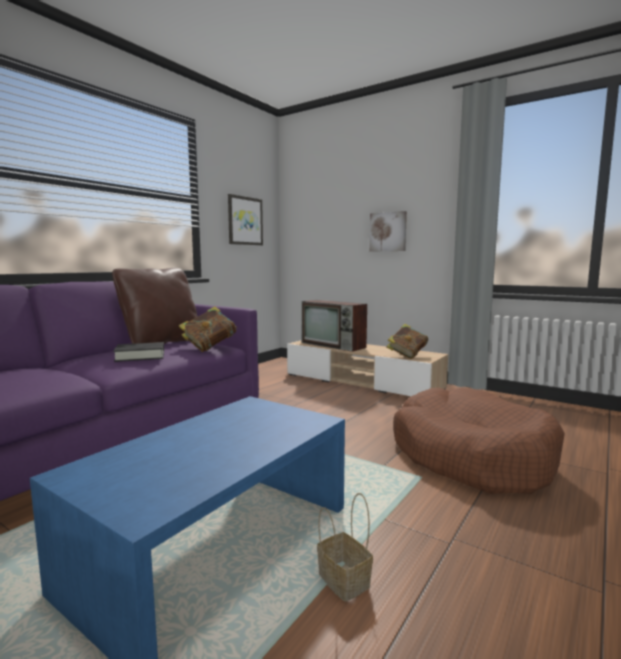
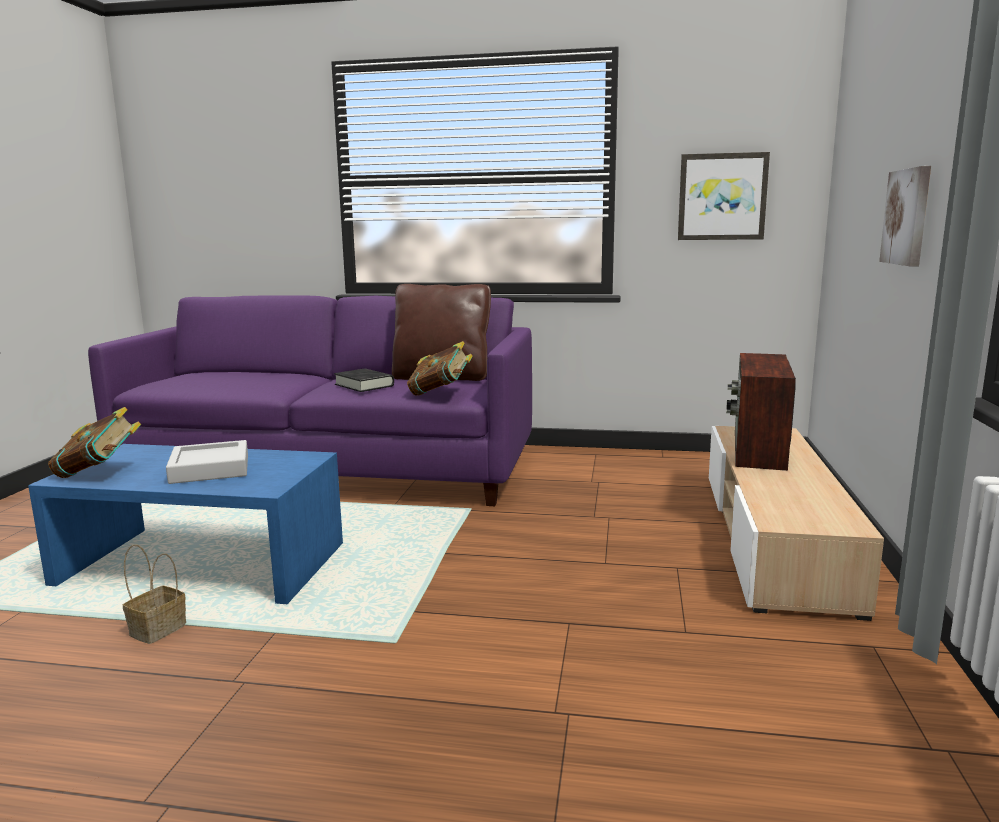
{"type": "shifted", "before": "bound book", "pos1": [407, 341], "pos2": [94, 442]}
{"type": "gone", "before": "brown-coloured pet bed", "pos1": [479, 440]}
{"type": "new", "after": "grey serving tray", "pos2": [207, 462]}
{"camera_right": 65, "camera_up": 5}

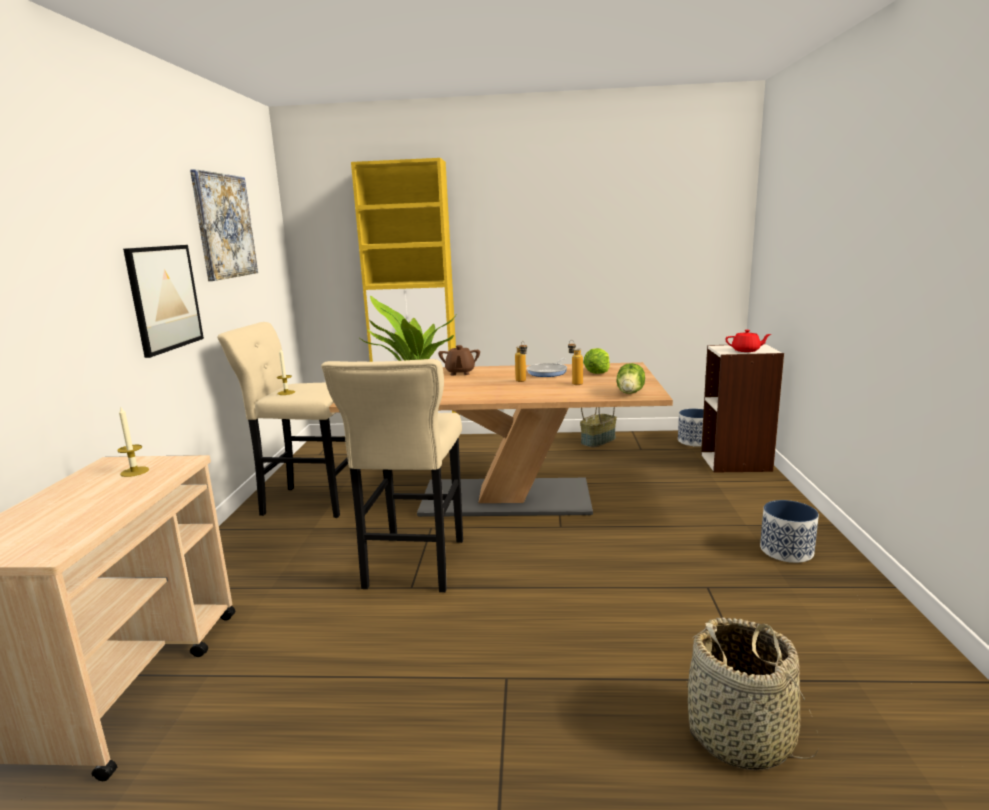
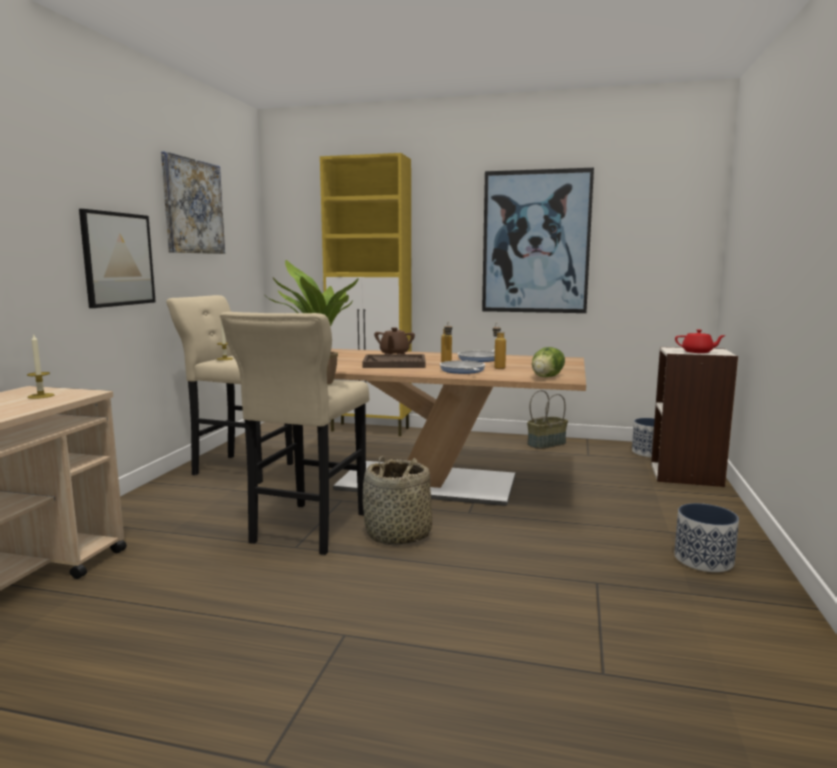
{"type": "gone", "before": "lettuce head", "pos1": [596, 361]}
{"type": "shifted", "before": "household basket", "pos1": [752, 693], "pos2": [397, 500]}
{"type": "new", "after": "picture", "pos2": [538, 240]}
{"type": "new", "after": "brown-coloured serving tray", "pos2": [394, 361]}
{"type": "new", "after": "skillet", "pos2": [462, 367]}
{"camera_right": 10, "camera_up": -5}

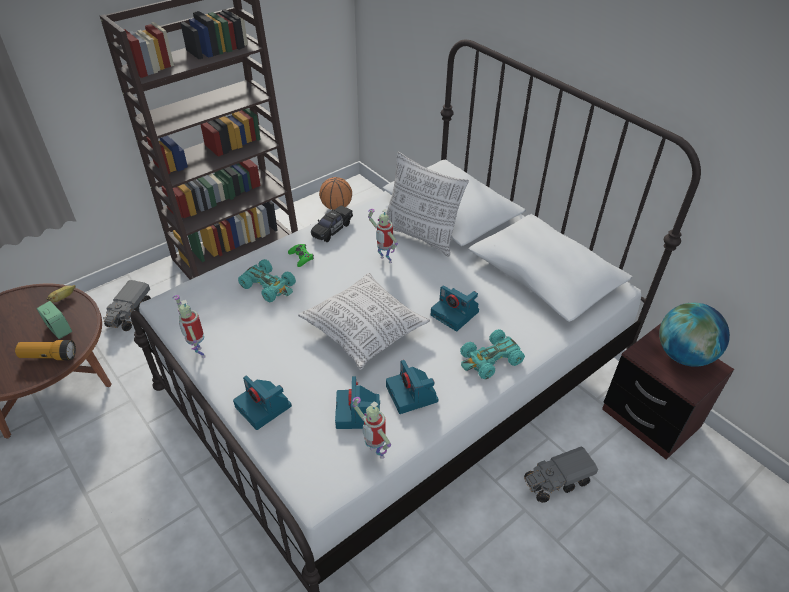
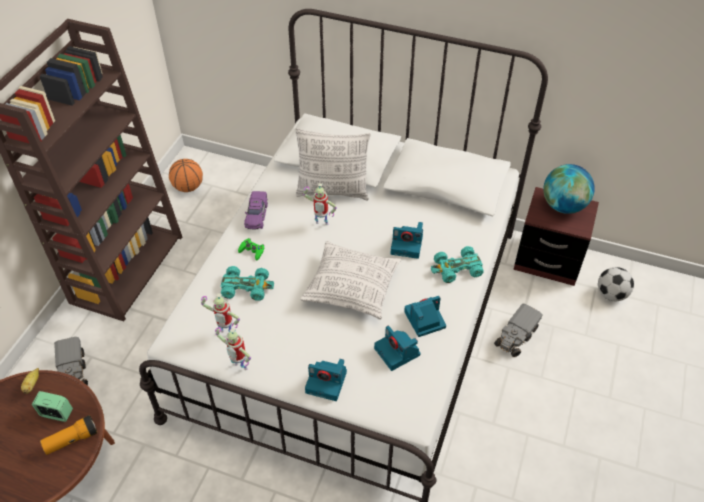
{"type": "repainted", "before": "blackish model car", "after": "purplish model car", "pos1": [332, 224], "pos2": [256, 210]}
{"type": "rotated", "before": "turquoise model car", "pos1": [492, 354], "pos2": [457, 264], "turn": 45}
{"type": "rotated", "before": "photo camera", "pos1": [412, 387], "pos2": [425, 316], "turn": 120}
{"type": "shifted", "before": "robot figure", "pos1": [372, 428], "pos2": [220, 313]}
{"type": "new", "after": "ball for football", "pos2": [616, 284]}
{"camera_right": -30, "camera_up": 5}

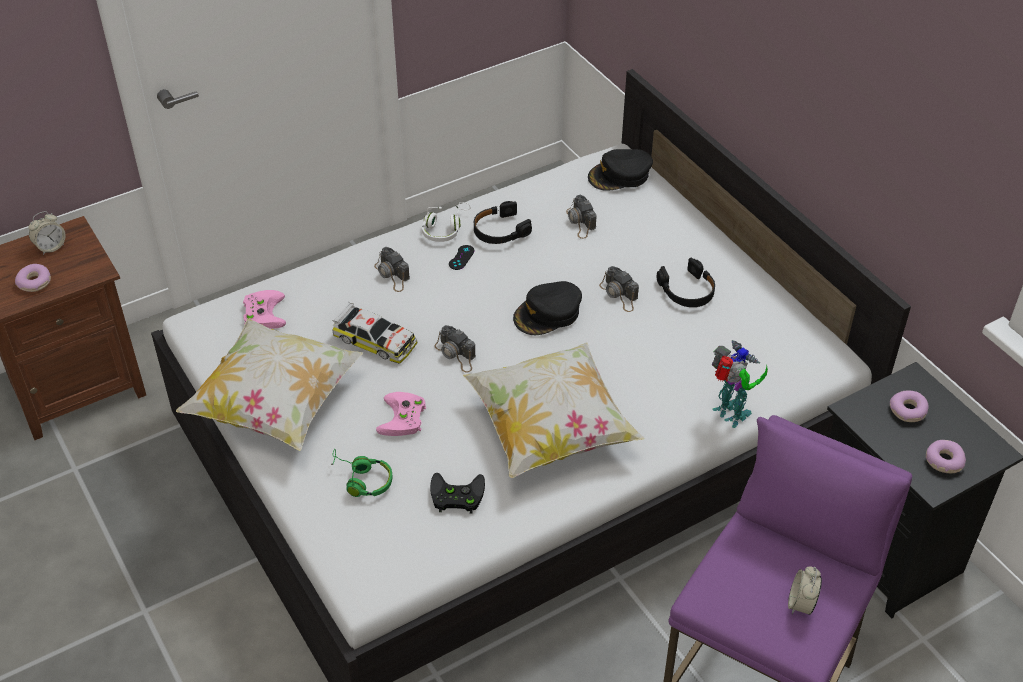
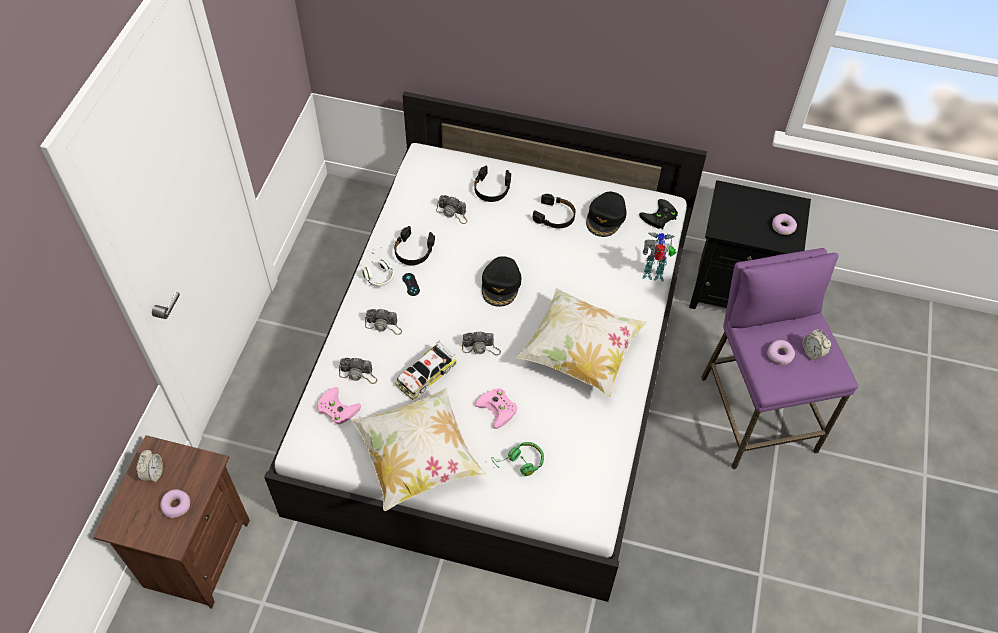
{"type": "shifted", "before": "blackish peaked cap", "pos1": [620, 170], "pos2": [606, 214]}
{"type": "shifted", "before": "photo camera", "pos1": [619, 289], "pos2": [358, 370]}
{"type": "rotated", "before": "model car", "pos1": [374, 333], "pos2": [425, 371], "turn": 150}
{"type": "shifted", "before": "ring doughnut", "pos1": [909, 406], "pos2": [781, 352]}
{"type": "shifted", "before": "blackish joypad", "pos1": [457, 493], "pos2": [658, 214]}
{"type": "new", "after": "blackish headphones", "pos2": [492, 184]}
{"camera_right": -45, "camera_up": 10}

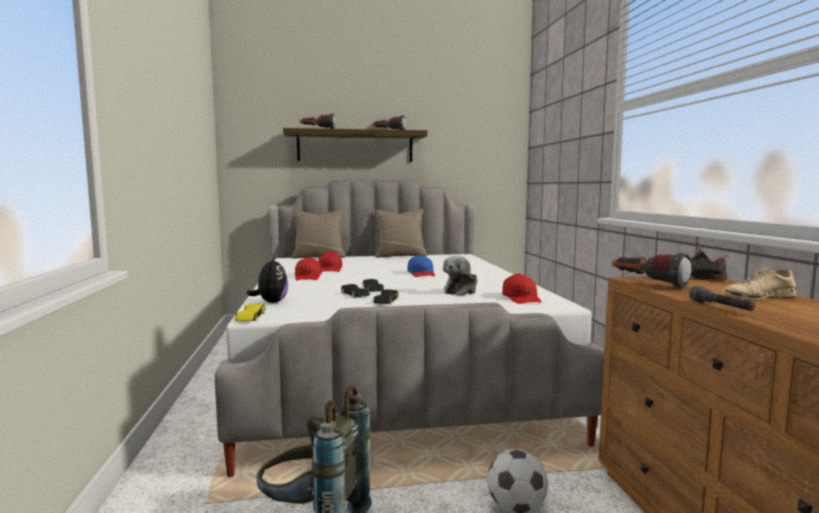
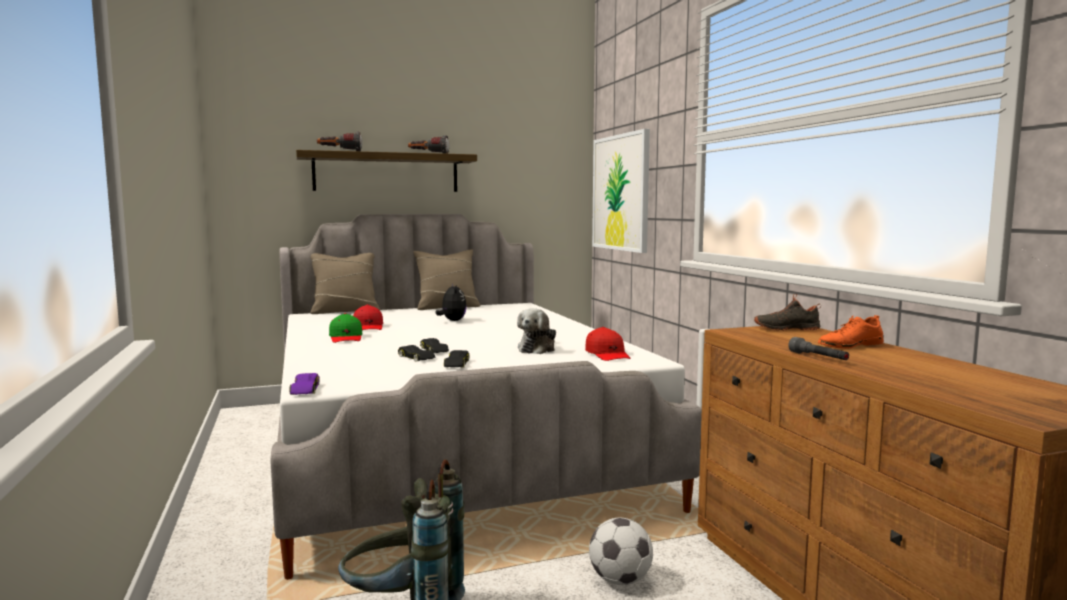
{"type": "gone", "before": "flashlight", "pos1": [652, 270]}
{"type": "gone", "before": "blue peaked cap", "pos1": [421, 266]}
{"type": "shifted", "before": "cuddly toy", "pos1": [267, 280], "pos2": [451, 302]}
{"type": "repainted", "before": "red peaked cap", "after": "greenish peaked cap", "pos1": [308, 268], "pos2": [345, 328]}
{"type": "repainted", "before": "sand-coloured item of footwear", "after": "orange-coloured item of footwear", "pos1": [759, 283], "pos2": [851, 332]}
{"type": "repainted", "before": "yellow-coloured model car", "after": "purplish model car", "pos1": [250, 312], "pos2": [305, 384]}
{"type": "new", "after": "picture", "pos2": [621, 191]}
{"camera_right": -10, "camera_up": 0}

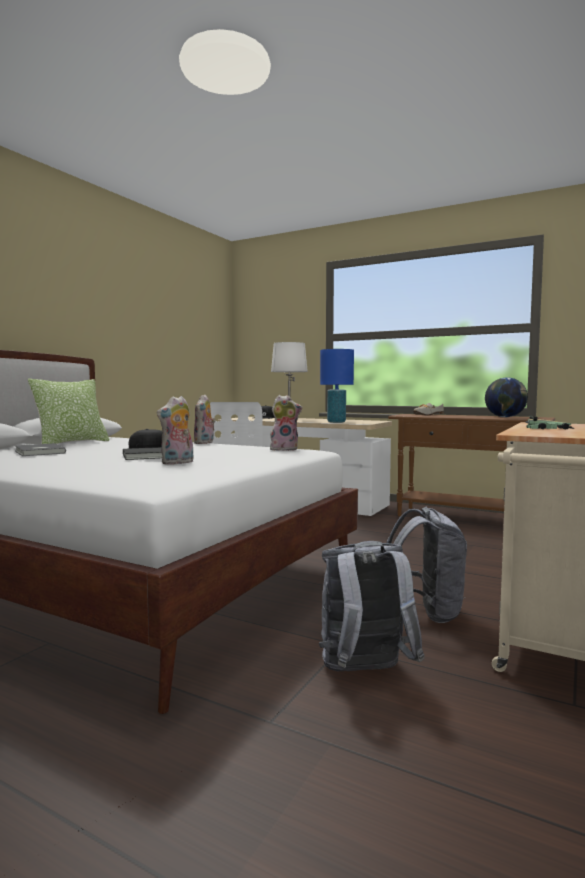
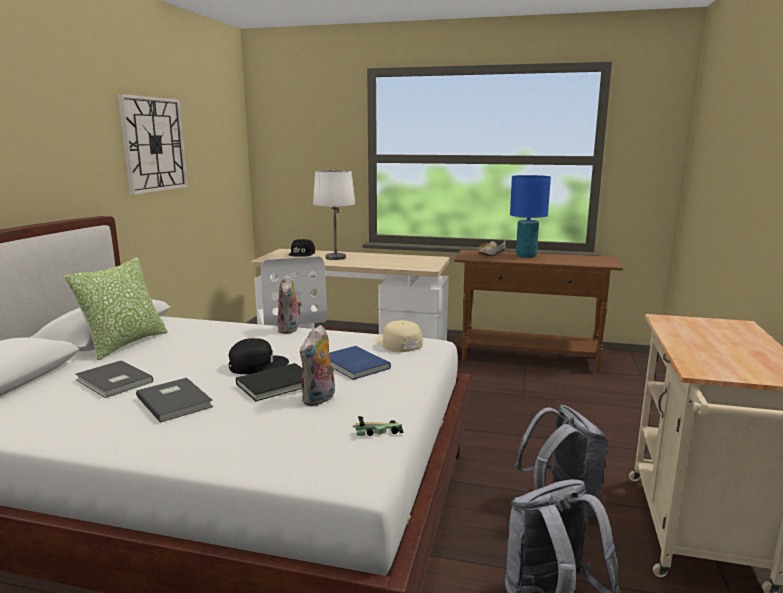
{"type": "shifted", "before": "blue tabletop lamp", "pos1": [337, 386], "pos2": [530, 216]}
{"type": "gone", "before": "globe", "pos1": [506, 397]}
{"type": "swapped", "before": "cuddly toy", "after": "sand-coloured peaked cap", "pos1": [286, 423], "pos2": [399, 336]}
{"type": "shifted", "before": "model car", "pos1": [550, 422], "pos2": [378, 426]}
{"type": "new", "after": "clock on the wall", "pos2": [153, 144]}
{"type": "new", "after": "blue bound book", "pos2": [360, 363]}
{"type": "new", "after": "grey bound book", "pos2": [174, 400]}
{"camera_right": -15, "camera_up": 10}

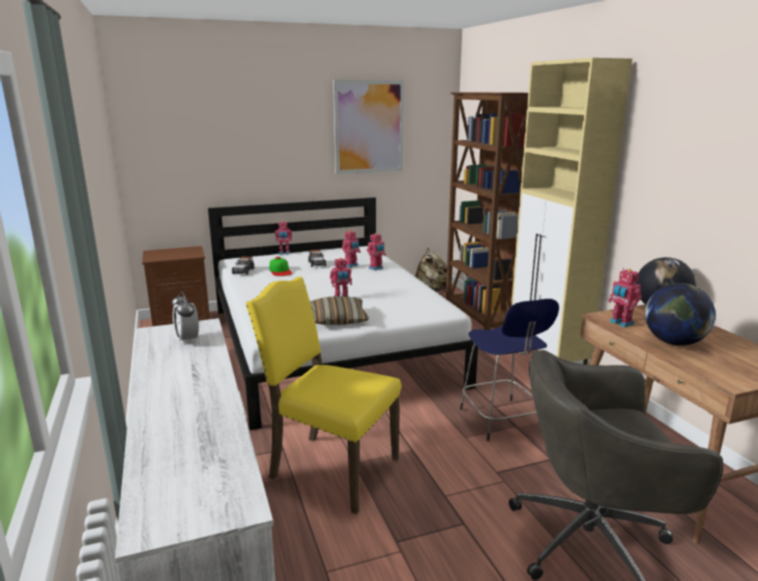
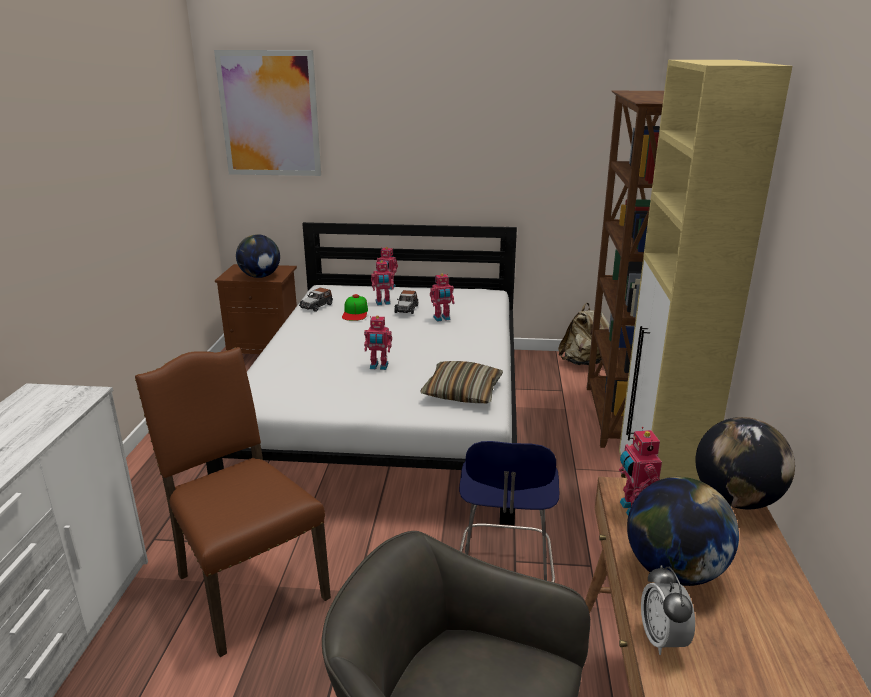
{"type": "shifted", "before": "picture", "pos1": [368, 127], "pos2": [267, 113]}
{"type": "shifted", "before": "robot figure", "pos1": [376, 252], "pos2": [382, 283]}
{"type": "repainted", "before": "yellow-coloured chair", "after": "brown-coloured chair", "pos1": [323, 395], "pos2": [233, 502]}
{"type": "shifted", "before": "bedside clock", "pos1": [185, 318], "pos2": [668, 610]}
{"type": "shifted", "before": "cushion", "pos1": [339, 310], "pos2": [461, 382]}
{"type": "new", "after": "globe", "pos2": [258, 256]}
{"camera_right": 25, "camera_up": 5}

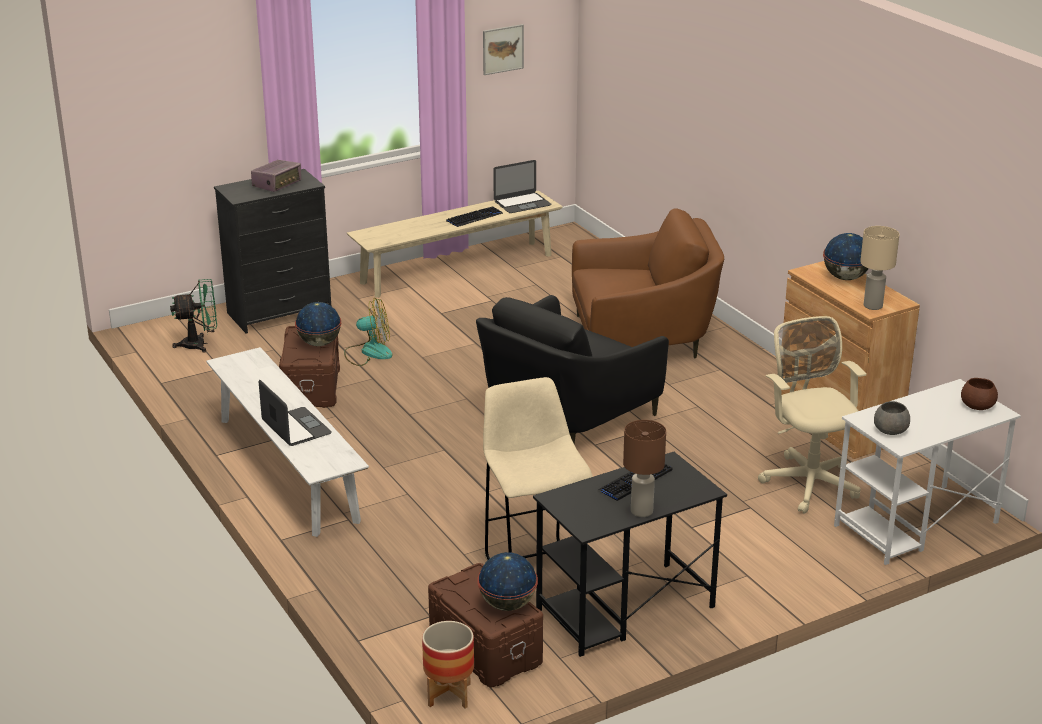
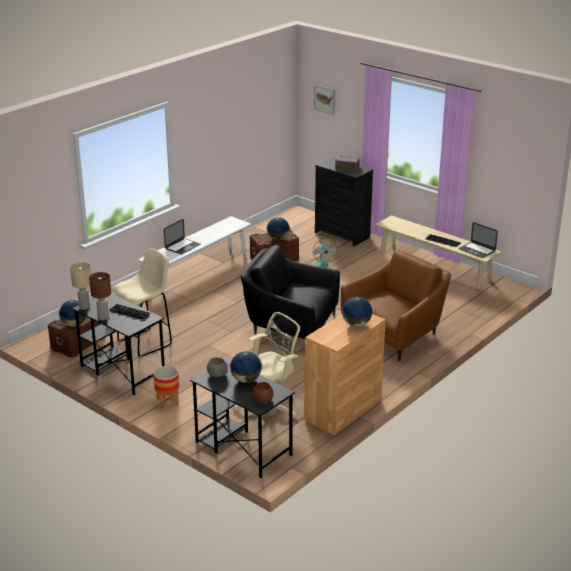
{"type": "shifted", "before": "picture", "pos1": [503, 49], "pos2": [324, 100]}
{"type": "rotated", "before": "brown-coloured lounge chair", "pos1": [648, 283], "pos2": [396, 305], "turn": -105}
{"type": "shifted", "before": "sand-coloured tabletop lamp", "pos1": [879, 268], "pos2": [80, 286]}
{"type": "gone", "before": "greenish cooling fan", "pos1": [193, 316]}
{"type": "repainted", "before": "white desk", "after": "blackish desk", "pos1": [927, 472], "pos2": [242, 418]}
{"type": "shifted", "before": "plant pot", "pos1": [448, 664], "pos2": [166, 387]}
{"type": "new", "after": "globe", "pos2": [246, 367]}
{"camera_right": 70, "camera_up": 0}

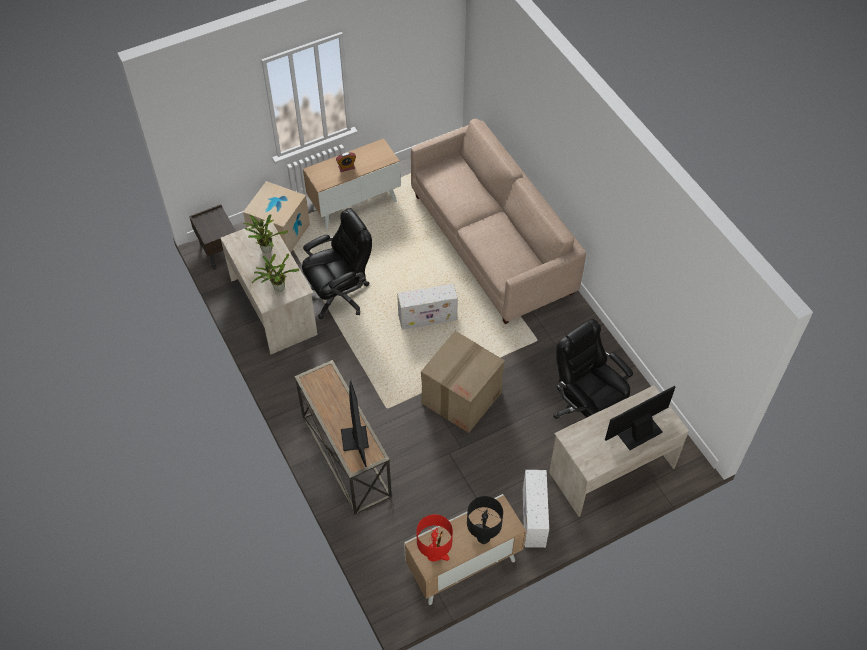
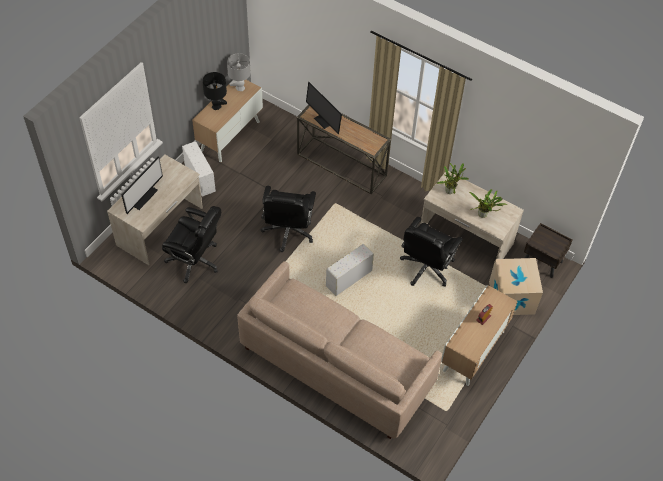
{"type": "swapped", "before": "packing box", "after": "blackish desk chair", "pos1": [463, 382], "pos2": [288, 219]}
{"type": "repainted", "before": "red tabletop lamp", "after": "grey tabletop lamp", "pos1": [434, 538], "pos2": [238, 72]}
{"camera_right": 150, "camera_up": 0}

